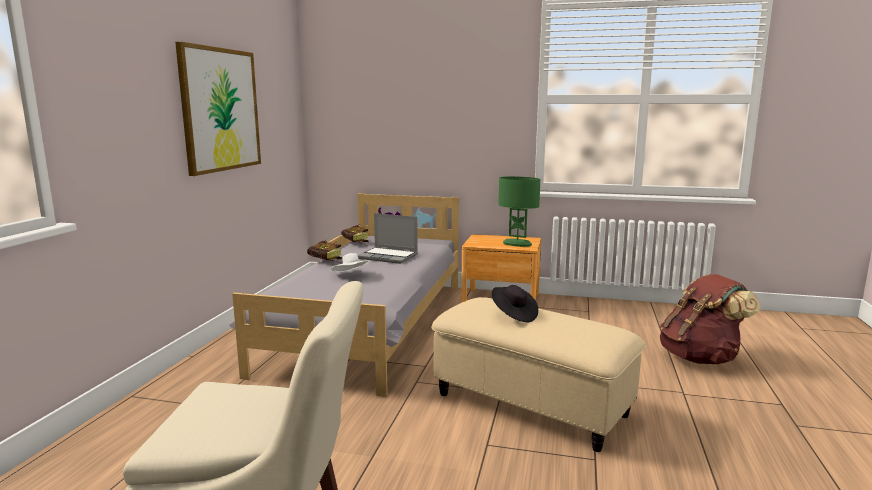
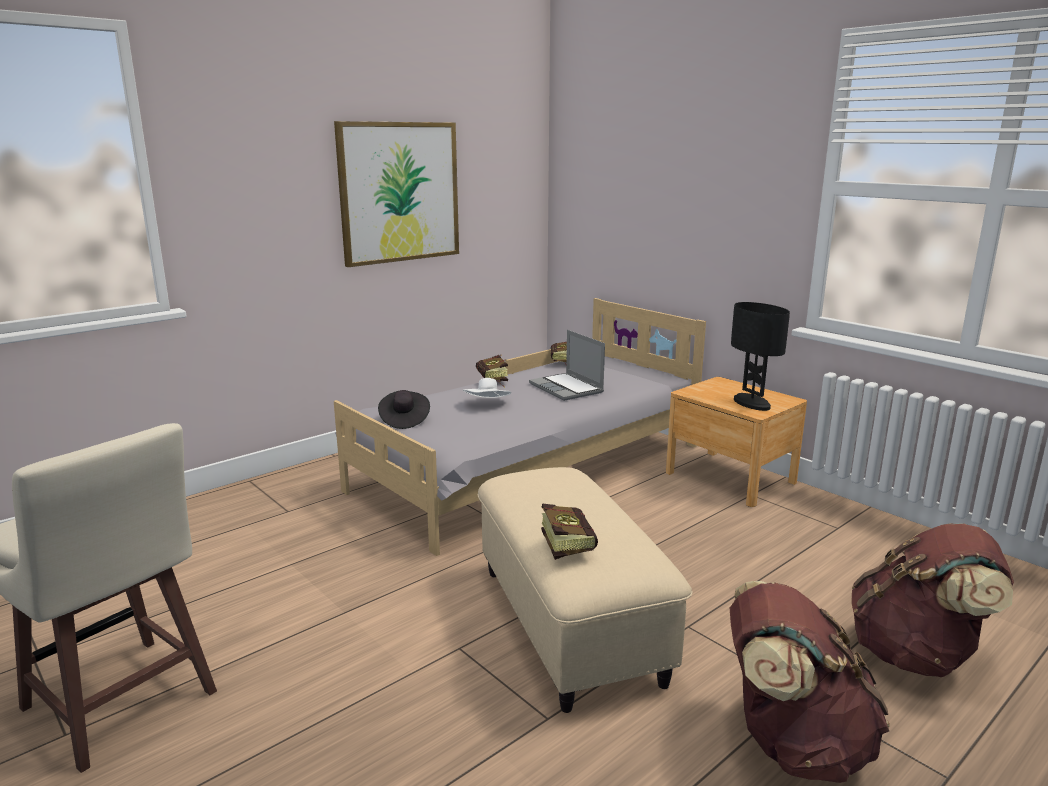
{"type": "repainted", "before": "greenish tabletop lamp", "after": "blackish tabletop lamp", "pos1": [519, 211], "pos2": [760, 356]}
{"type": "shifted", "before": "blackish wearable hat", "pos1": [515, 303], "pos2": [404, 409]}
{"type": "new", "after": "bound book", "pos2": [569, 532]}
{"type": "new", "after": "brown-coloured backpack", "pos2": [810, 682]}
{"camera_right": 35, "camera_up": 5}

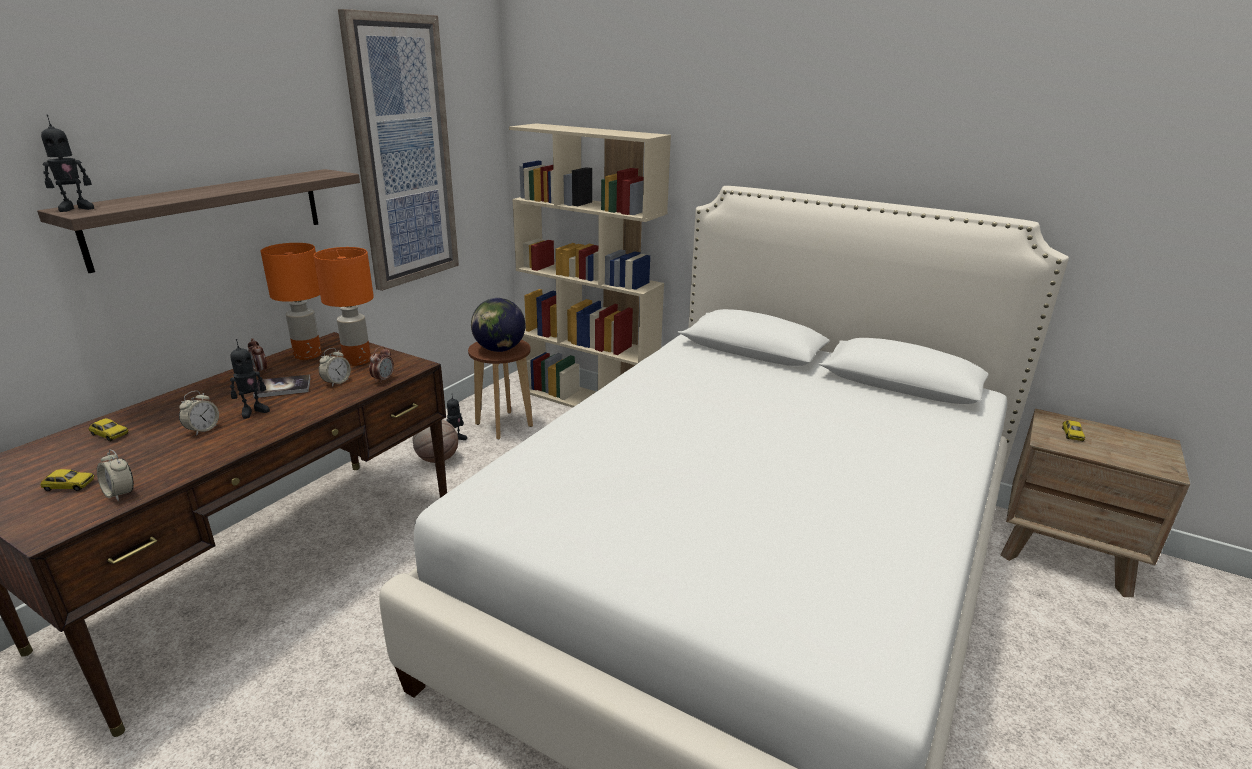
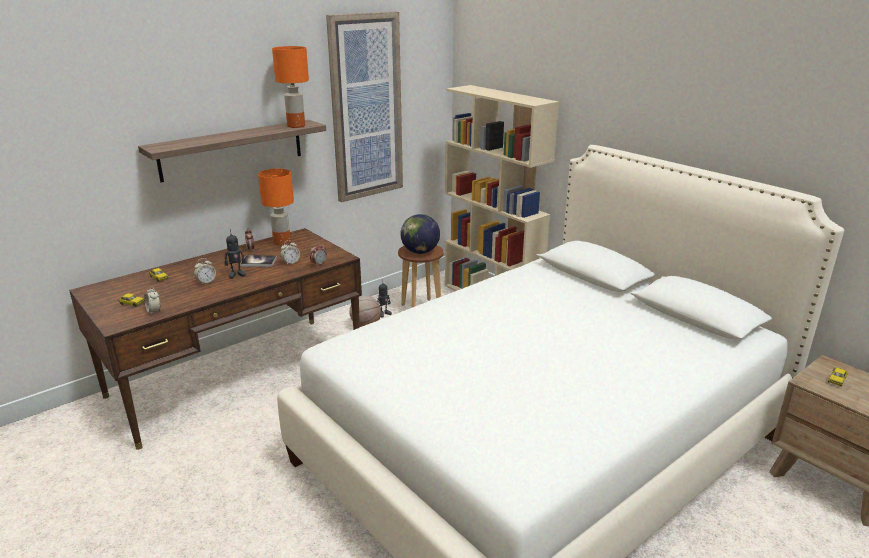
{"type": "gone", "before": "robot figure", "pos1": [67, 163]}
{"type": "shifted", "before": "orange-coloured tabletop lamp", "pos1": [343, 306], "pos2": [290, 87]}
{"camera_right": 20, "camera_up": 0}

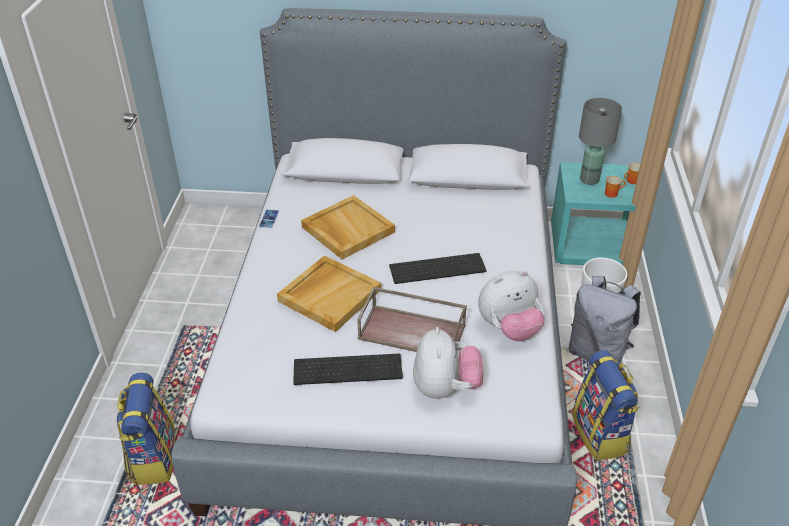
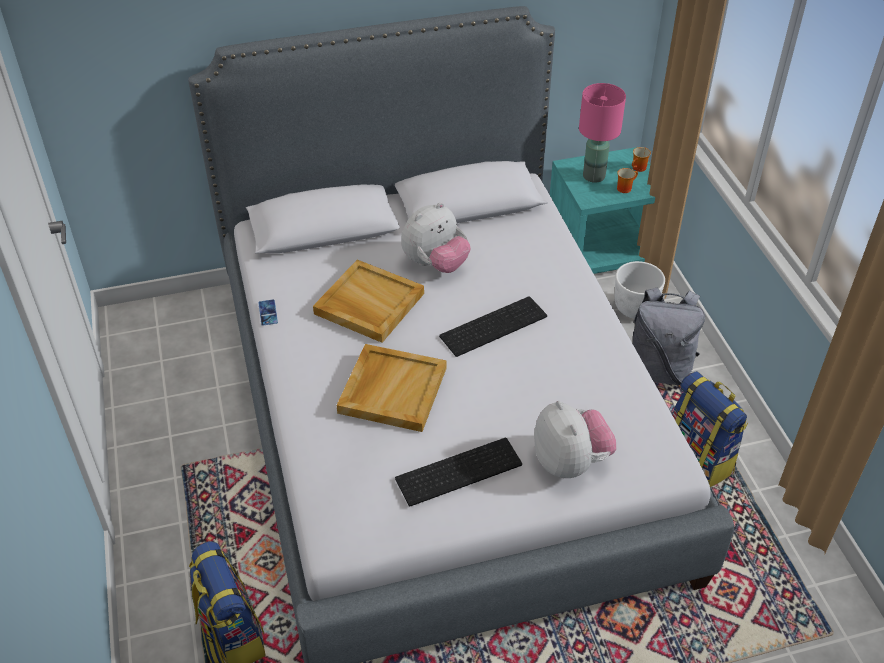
{"type": "repainted", "before": "grey tabletop lamp", "after": "pink tabletop lamp", "pos1": [600, 141], "pos2": [602, 133]}
{"type": "shifted", "before": "cuddly toy", "pos1": [511, 306], "pos2": [436, 237]}
{"type": "gone", "before": "brown-coloured serving tray", "pos1": [412, 319]}
{"camera_right": -20, "camera_up": 5}

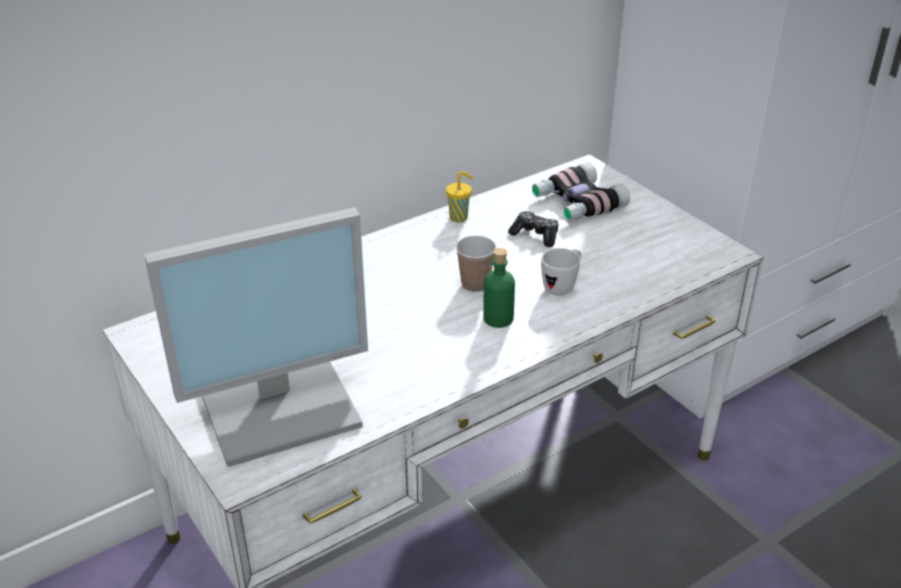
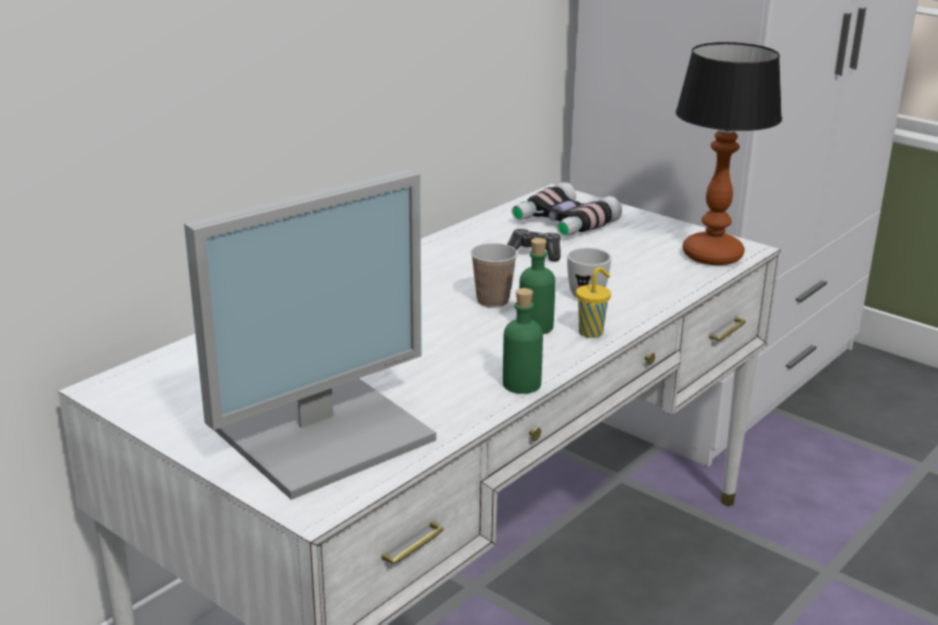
{"type": "shifted", "before": "yellow-coloured drinking cup", "pos1": [459, 197], "pos2": [593, 302]}
{"type": "new", "after": "tabletop lamp", "pos2": [729, 153]}
{"type": "new", "after": "greenish beverage bottle", "pos2": [523, 341]}
{"camera_right": -15, "camera_up": -10}

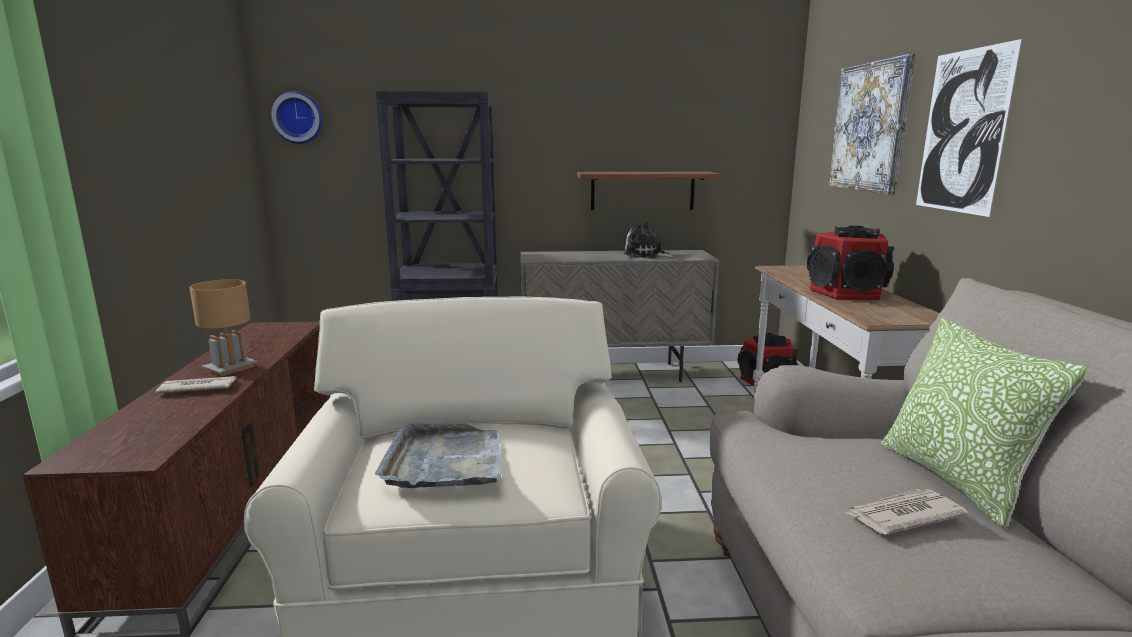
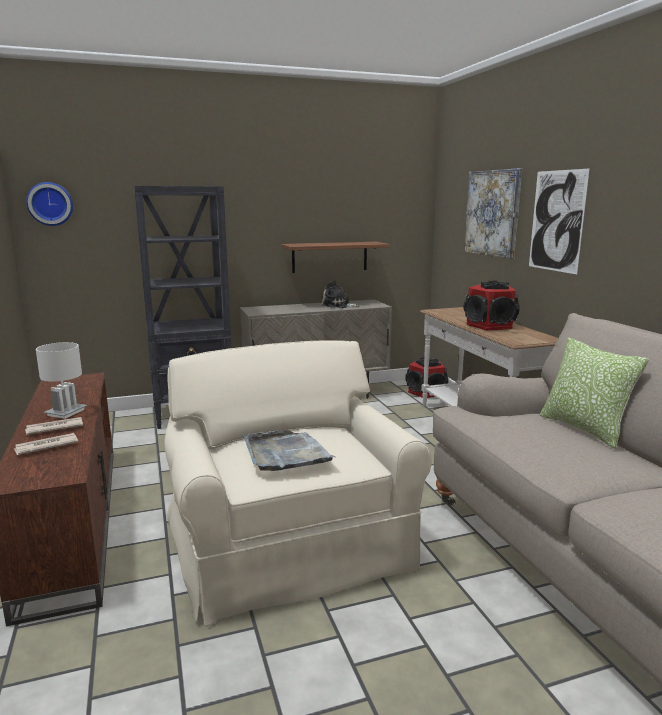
{"type": "repainted", "before": "brown-coloured tabletop lamp", "after": "white tabletop lamp", "pos1": [224, 327], "pos2": [61, 380]}
{"type": "shifted", "before": "newspaper", "pos1": [907, 512], "pos2": [46, 444]}
{"camera_right": -15, "camera_up": 0}

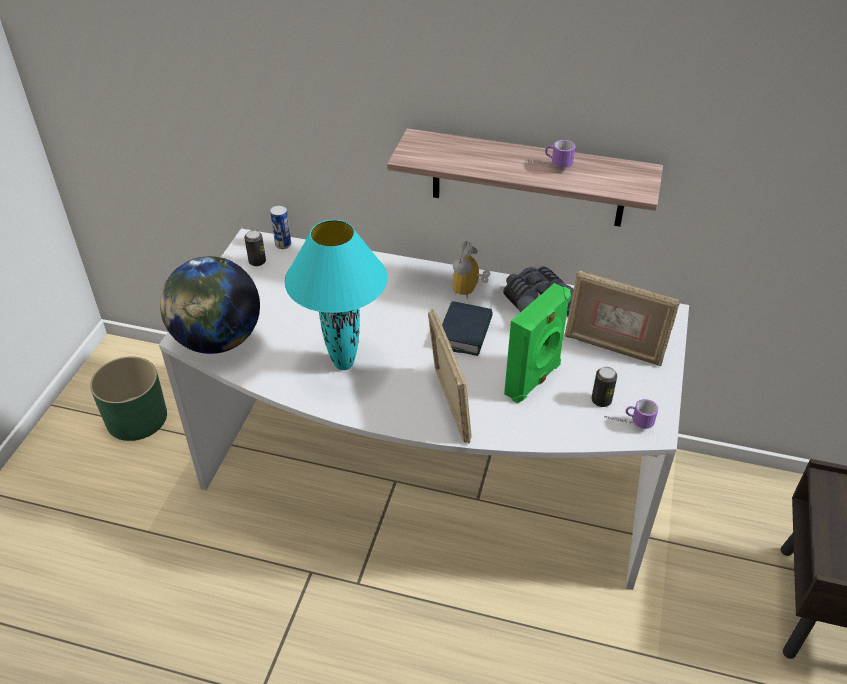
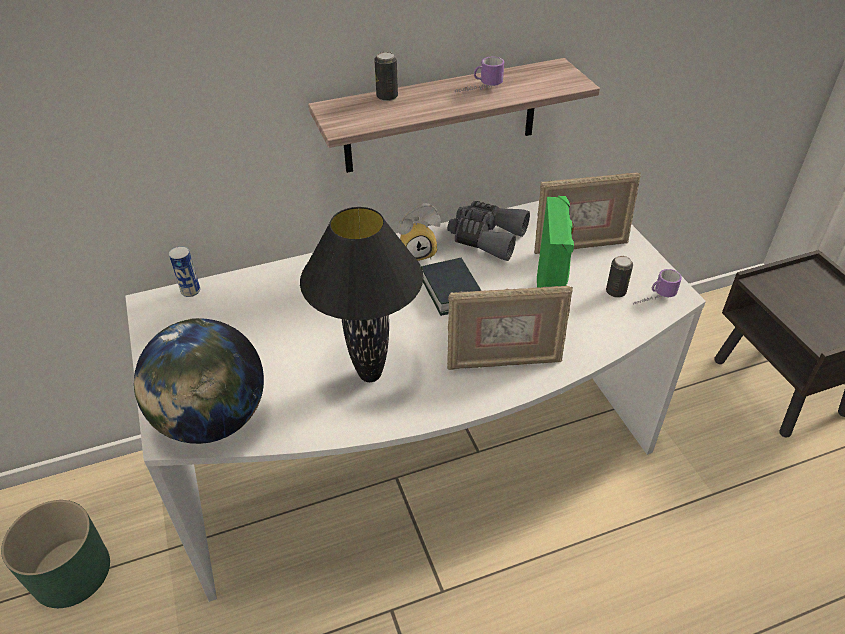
{"type": "repainted", "before": "turquoise tabletop lamp", "after": "blackish tabletop lamp", "pos1": [336, 295], "pos2": [361, 294]}
{"type": "shifted", "before": "can", "pos1": [255, 248], "pos2": [386, 76]}
{"type": "rotated", "before": "bedside clock", "pos1": [471, 270], "pos2": [419, 232], "turn": -90}
{"type": "rotated", "before": "photo frame", "pos1": [449, 376], "pos2": [510, 328], "turn": 135}
{"camera_right": -35, "camera_up": 0}

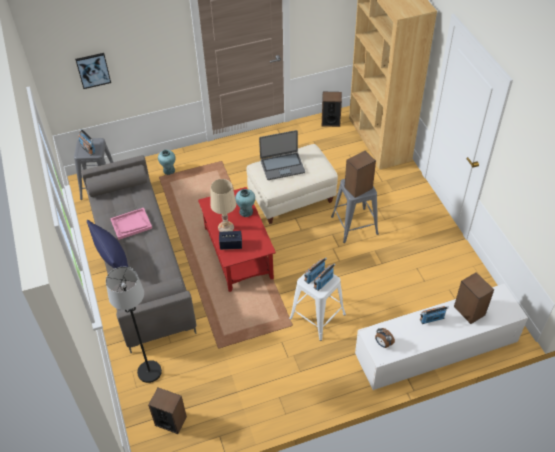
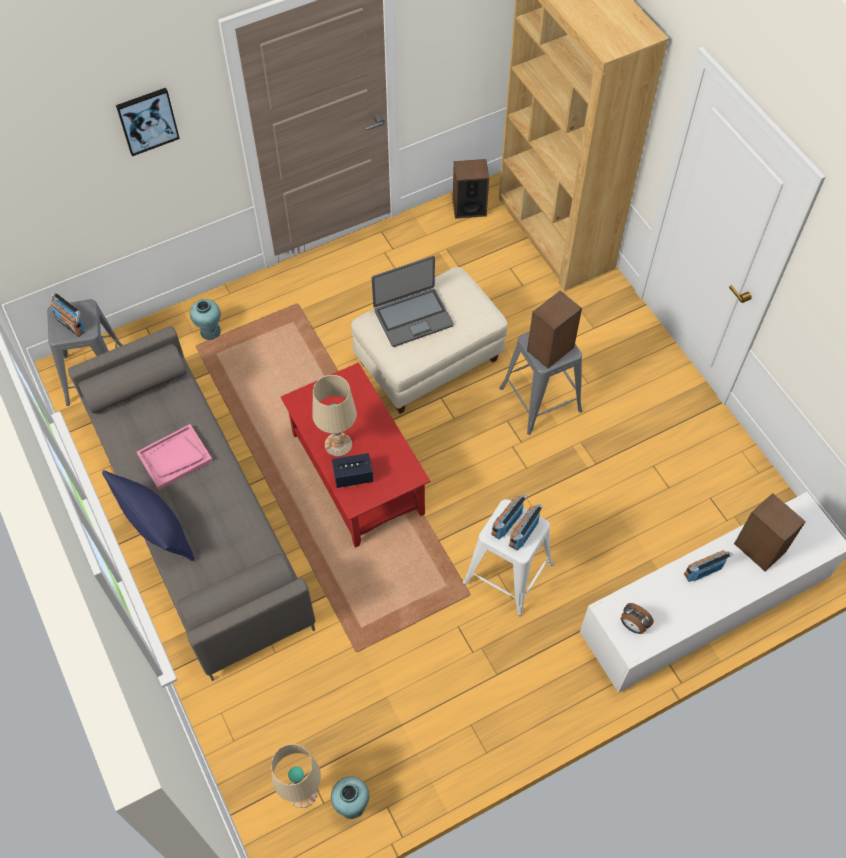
{"type": "shifted", "before": "picture", "pos1": [93, 71], "pos2": [148, 122]}
{"type": "shifted", "before": "turquoise decorative vase", "pos1": [245, 203], "pos2": [350, 797]}
{"type": "gone", "before": "blackish standing lamp", "pos1": [134, 325]}
{"type": "swapped", "before": "audio speaker", "after": "sand-coloured tabletop lamp", "pos1": [167, 410], "pos2": [296, 776]}
{"camera_right": -10, "camera_up": 10}

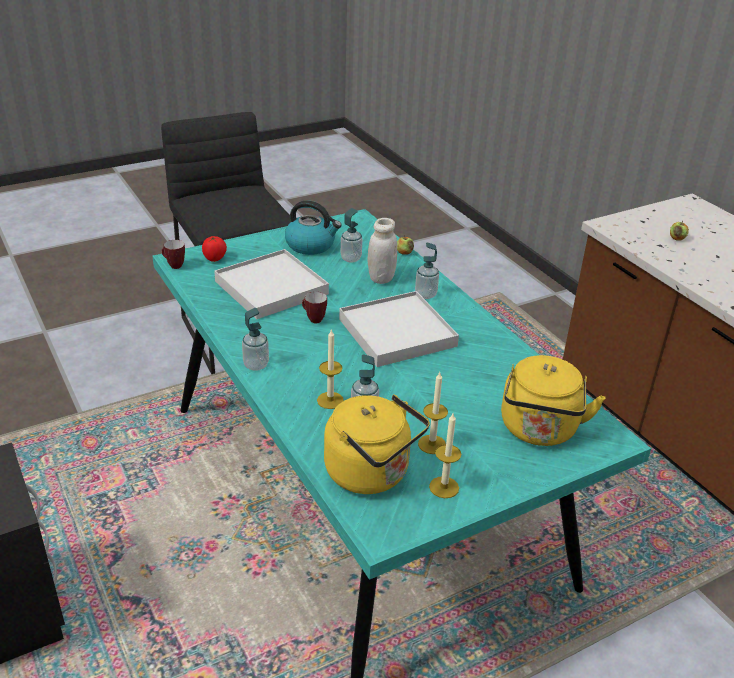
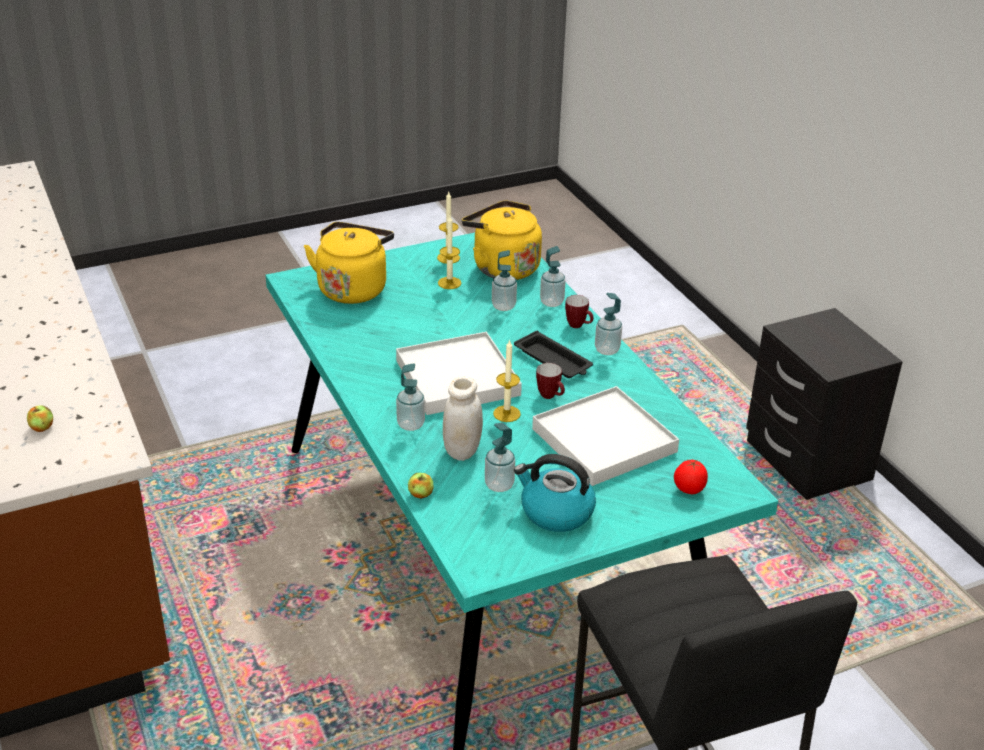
{"type": "shifted", "before": "coffee mug", "pos1": [173, 254], "pos2": [579, 311]}
{"type": "shifted", "before": "wax candle", "pos1": [330, 369], "pos2": [507, 380]}
{"type": "new", "after": "liquid soap bottle", "pos2": [553, 276]}
{"type": "new", "after": "blackish serving tray", "pos2": [553, 354]}
{"camera_right": -175, "camera_up": 0}

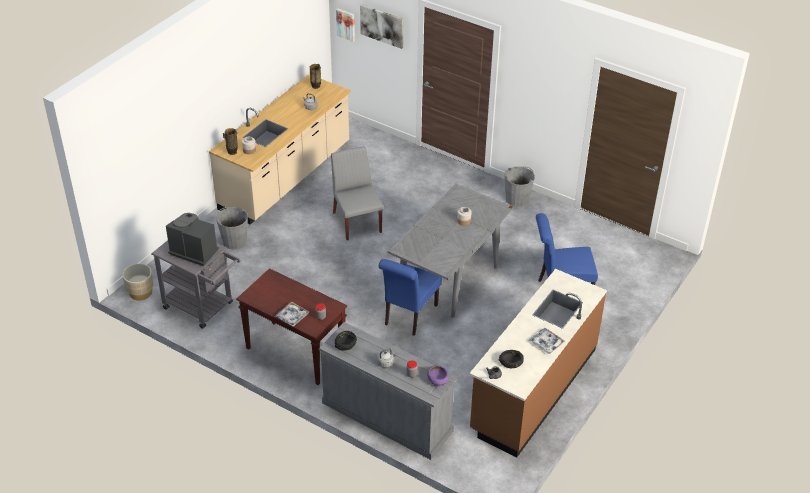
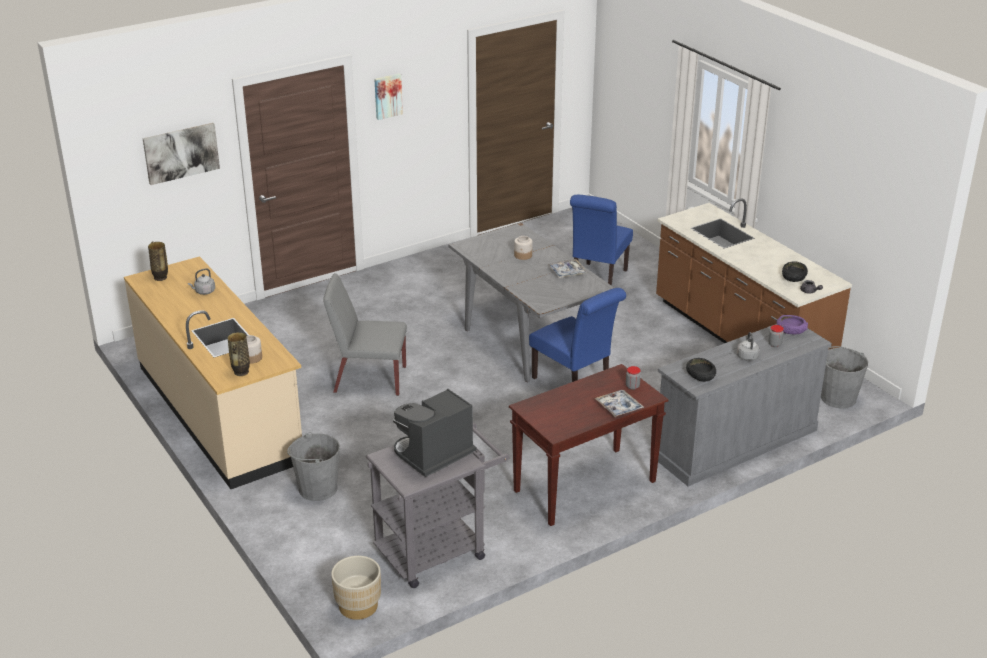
{"type": "shifted", "before": "picture", "pos1": [345, 25], "pos2": [388, 97]}
{"type": "shifted", "before": "grey pail", "pos1": [520, 186], "pos2": [844, 377]}
{"type": "shifted", "before": "serving tray", "pos1": [547, 341], "pos2": [567, 268]}
{"camera_right": -65, "camera_up": -10}

